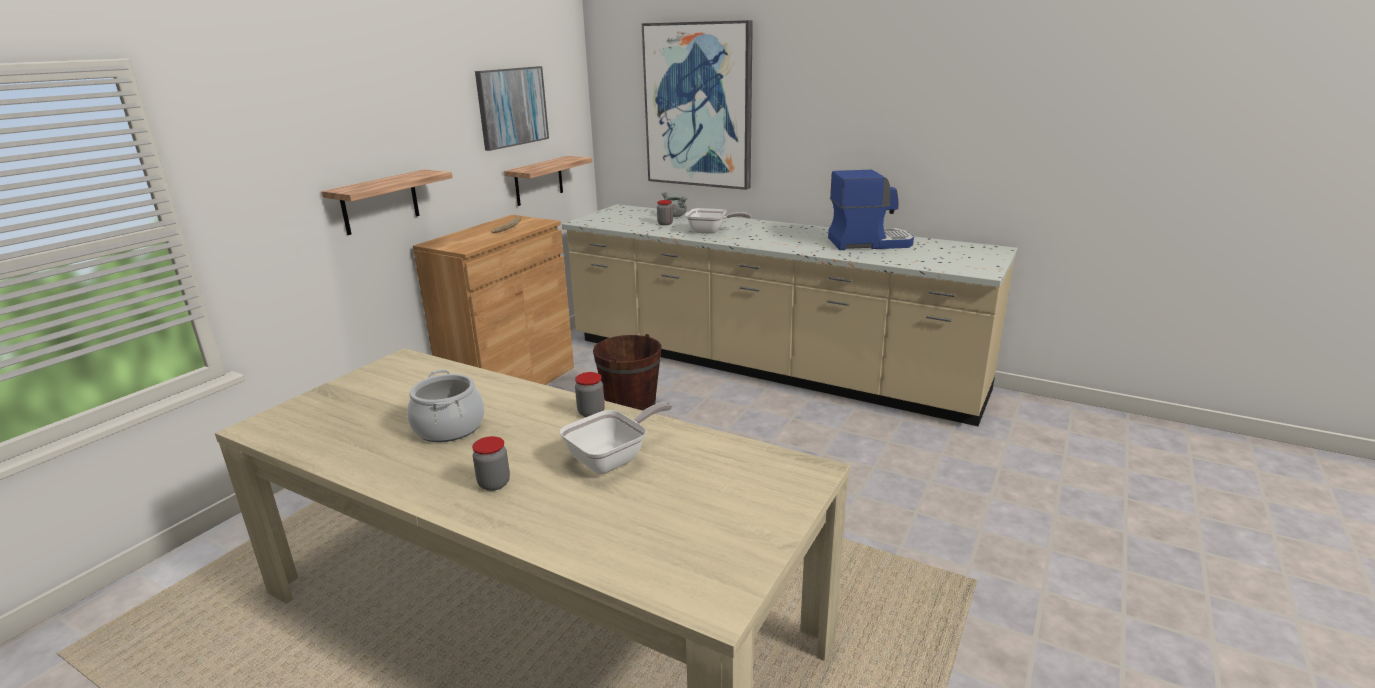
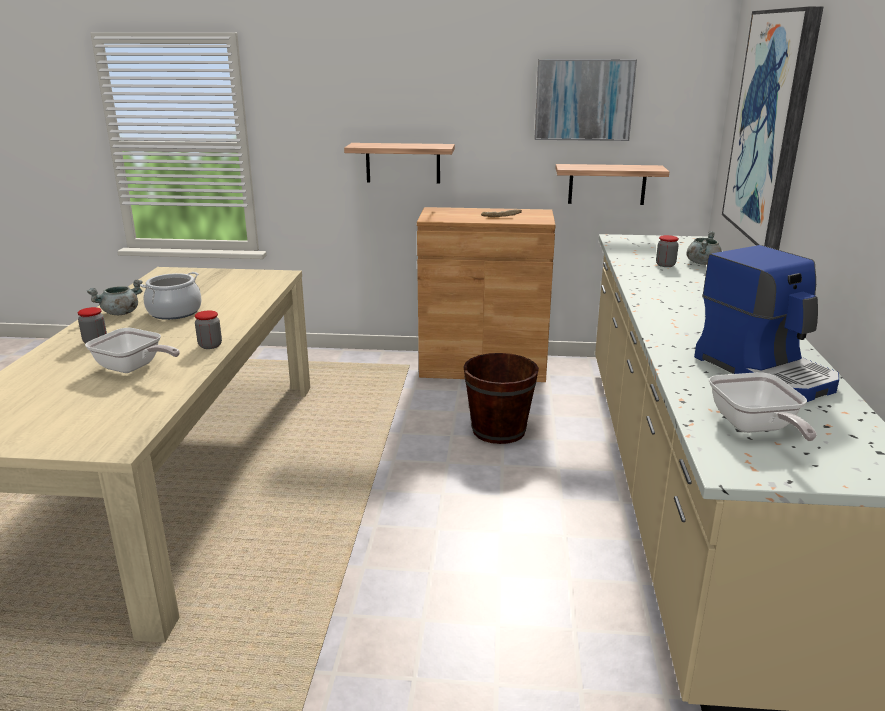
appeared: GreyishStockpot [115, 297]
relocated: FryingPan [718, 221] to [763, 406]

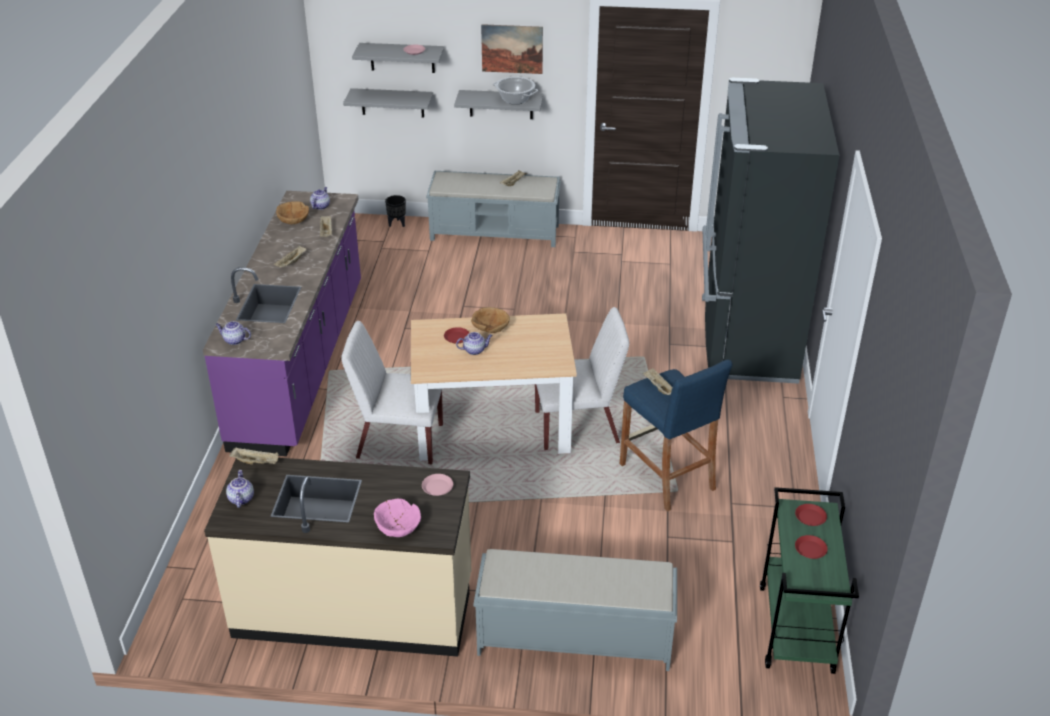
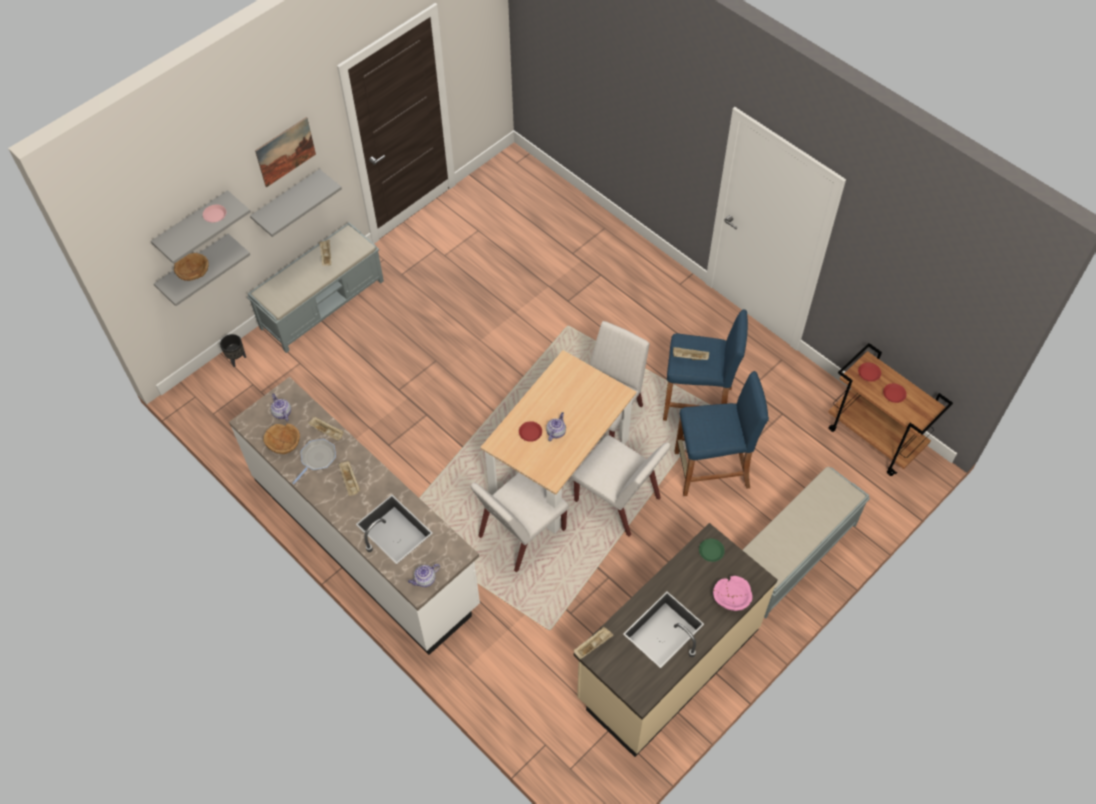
missing: Teapot [240, 489]; Stockpot [515, 91]; BlackColouredKitchenFridge [770, 231]
appeared: FryingPan [314, 461]; WhiteColouredPlainChair [621, 486]; BlueStoolSeat [721, 433]
relocated: BrownColouredBowl [490, 320] to [191, 267]
colour: PurpleKitchenCounter [282, 323] to WhiteColouredKitchenCounter [354, 516]; PinkColouredDinnerPlate [437, 485] to GreenishDinnerPlate [712, 550]; GreenishCart [809, 580] to BrownColouredCart [890, 409]

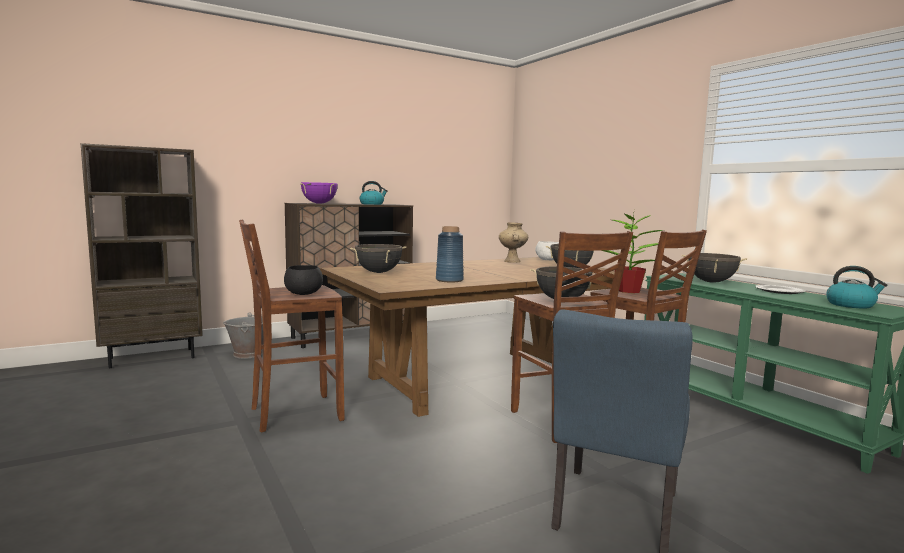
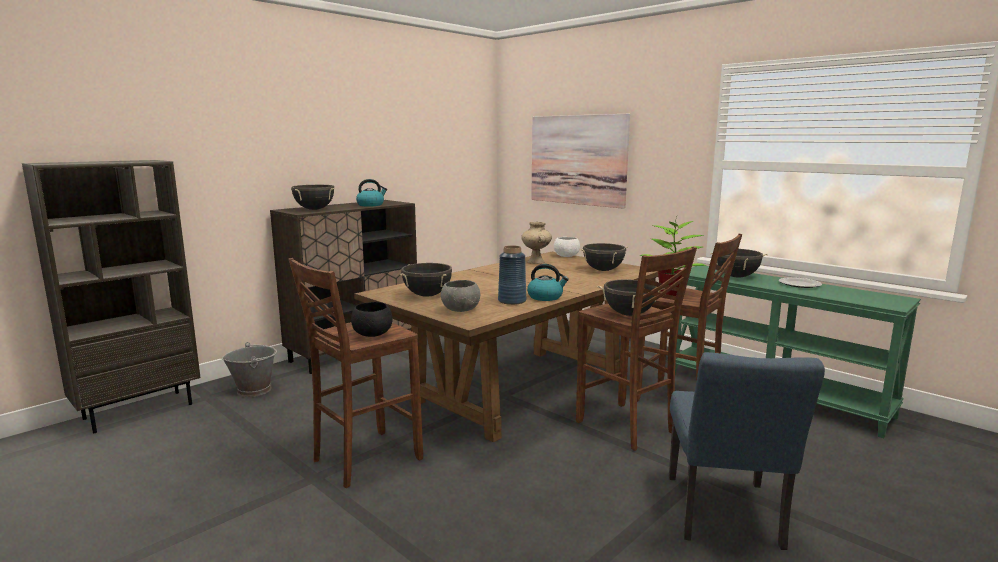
appeared: GreyishBowl [460, 296]; Picture [580, 161]
relocated: WaterKettle [856, 287] to [548, 282]
colour: PurpleStockpot [319, 193] to BlackColouredStockpot [313, 197]

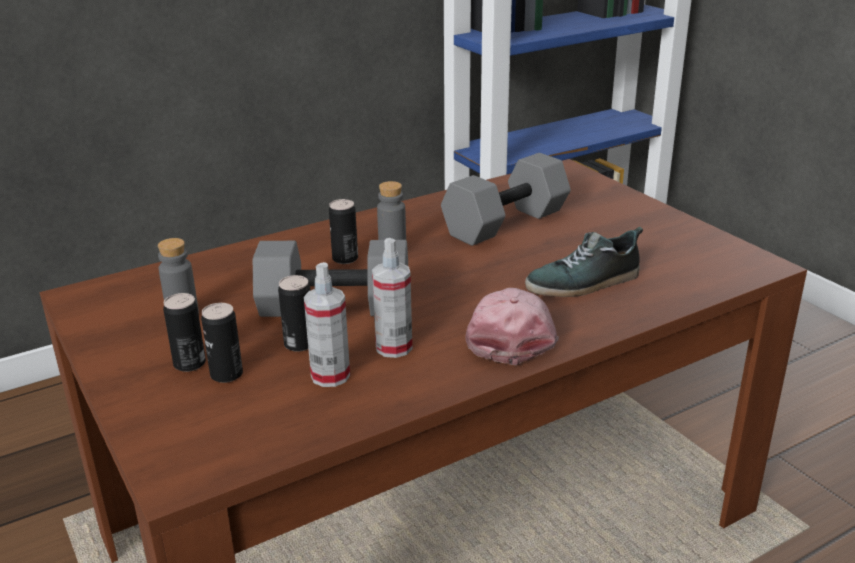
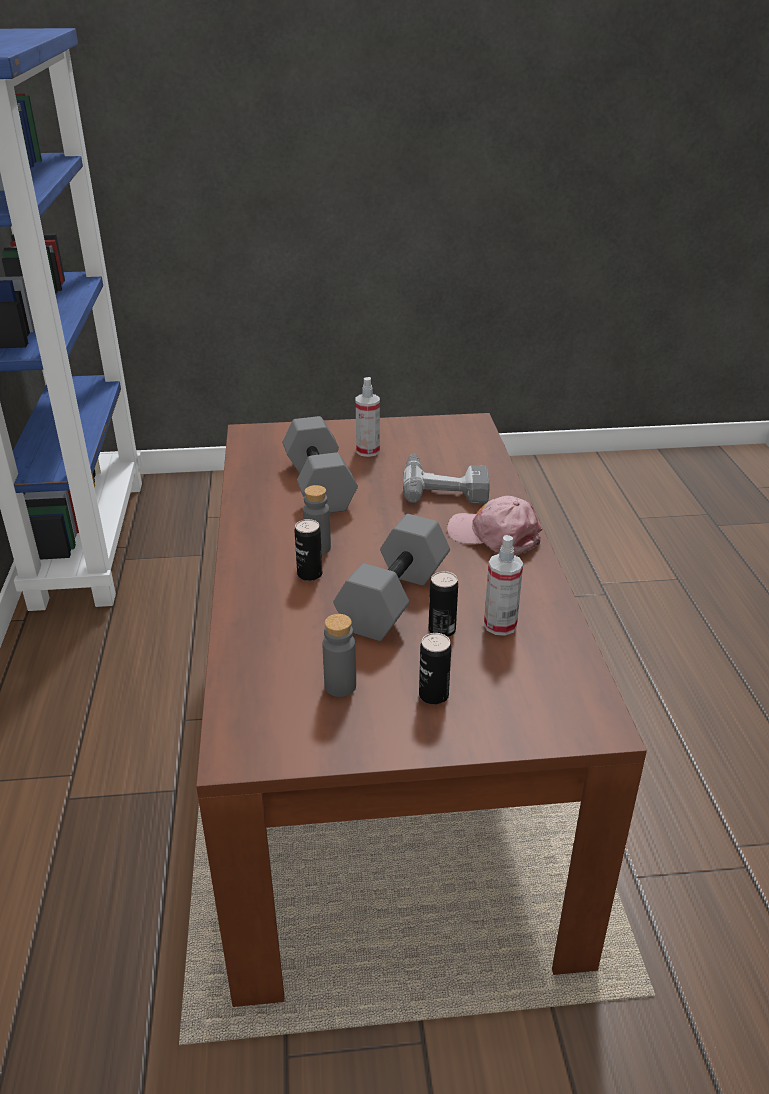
missing: SealedCan [222, 343]
relocated: HandSprayer [392, 298] to [368, 417]
exchanged: ItemOfFootwear [584, 262] to Drill [446, 478]

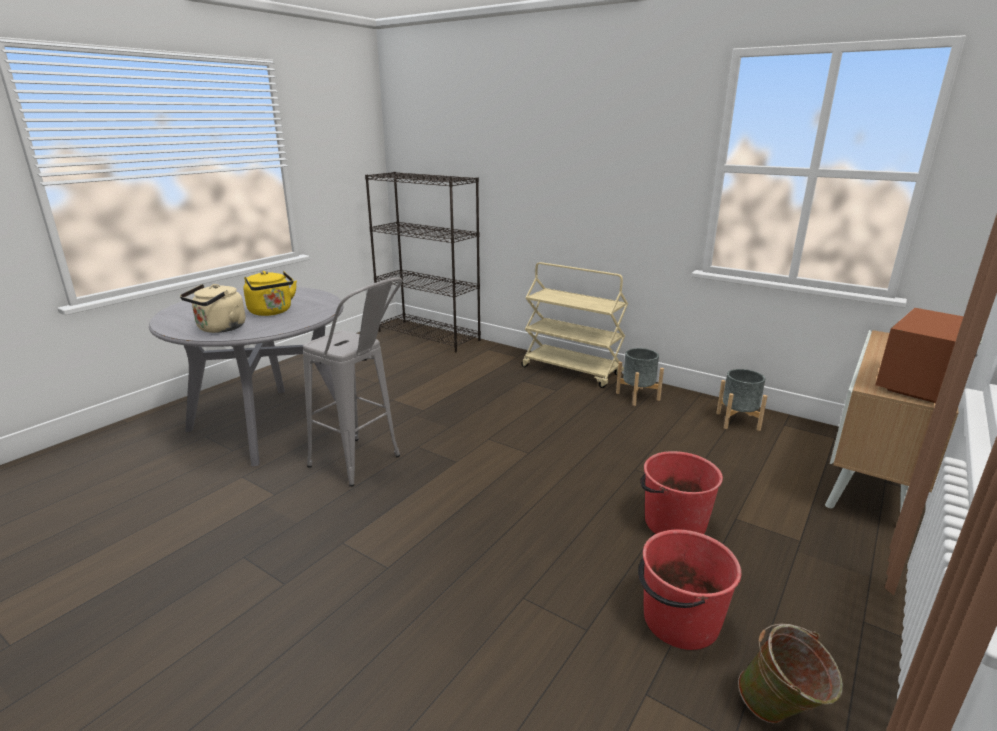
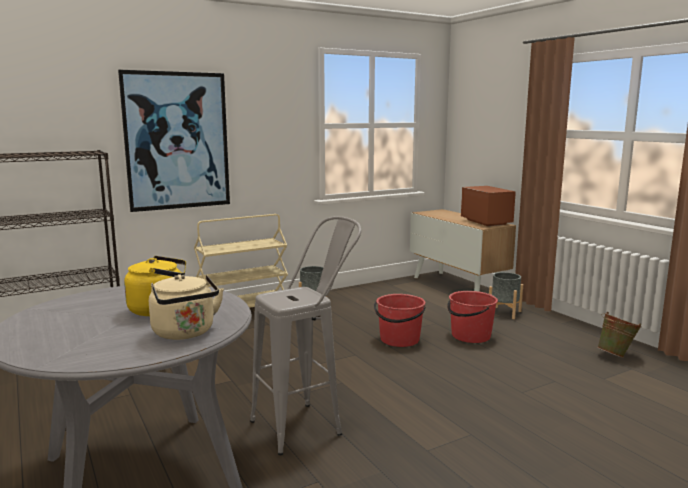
appeared: Picture [174, 141]
relocated: RedBucket [689, 590] to [400, 320]; GreyishPlanter [741, 400] to [506, 295]

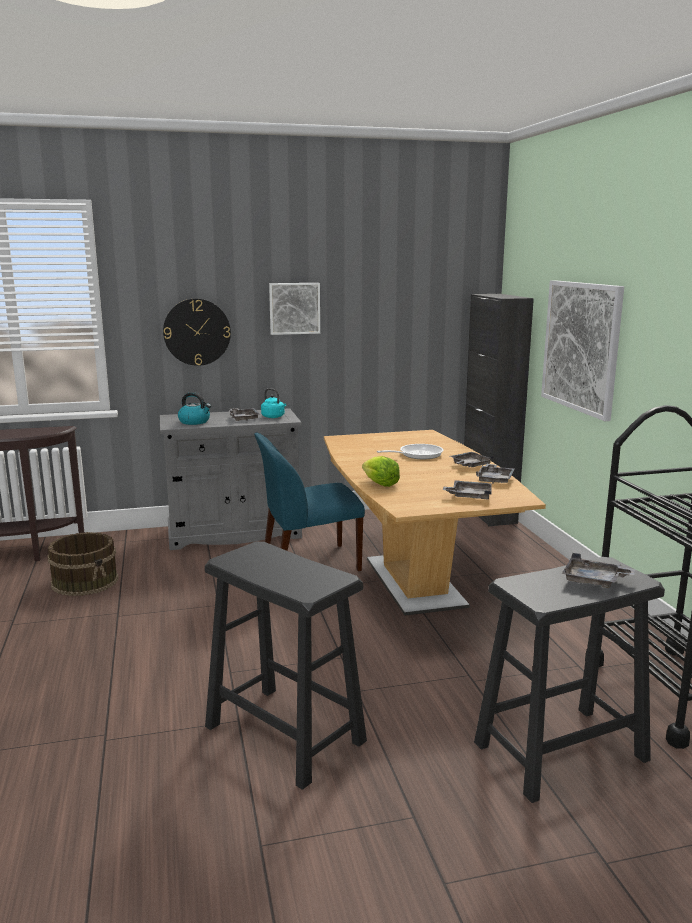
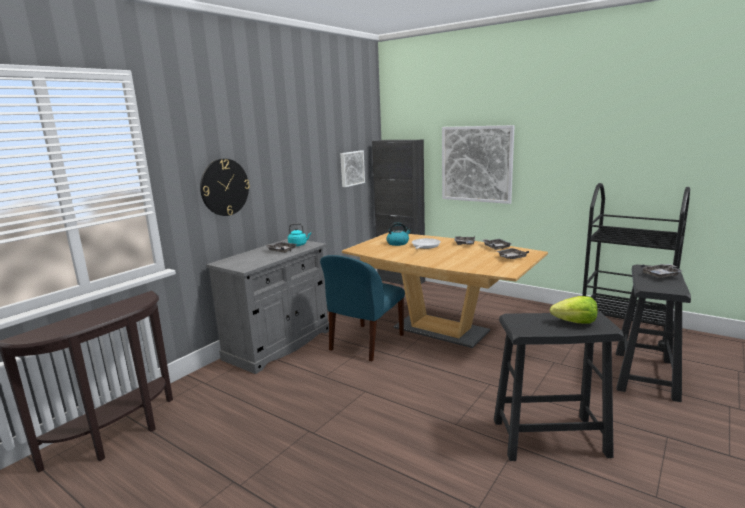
missing: BrownColouredBucket [83, 564]
relocated: Picture [294, 309] to [352, 169]; WaterKettle [194, 408] to [398, 234]; Lettuce [381, 471] to [574, 310]

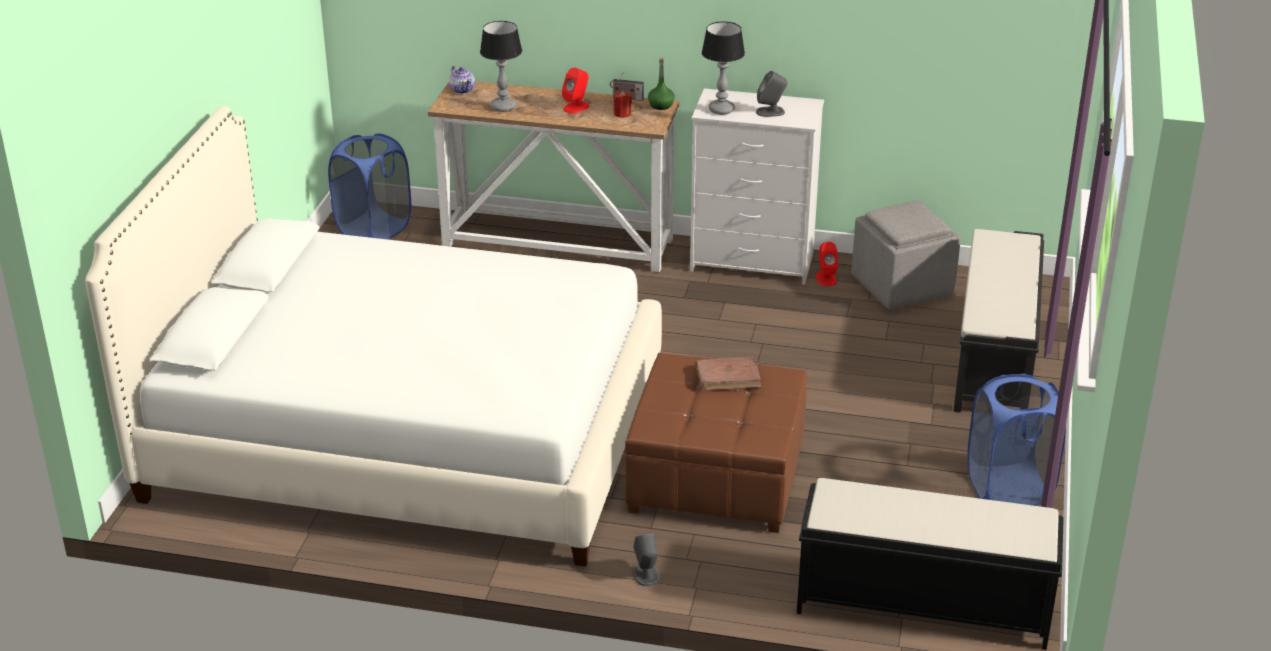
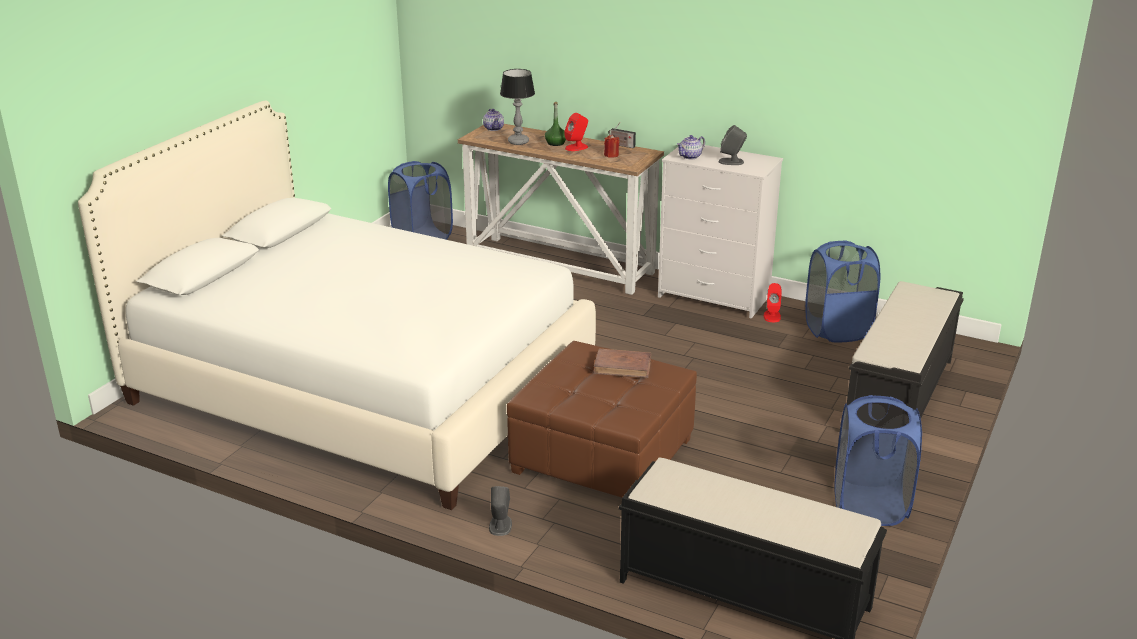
relocated: GreenishBeverageBottle [661, 84] to [555, 124]
exchanged: LampForATable [723, 68] to Teapot [691, 147]; GreyishOttoman [906, 255] to BlueLaundryBasket [842, 291]

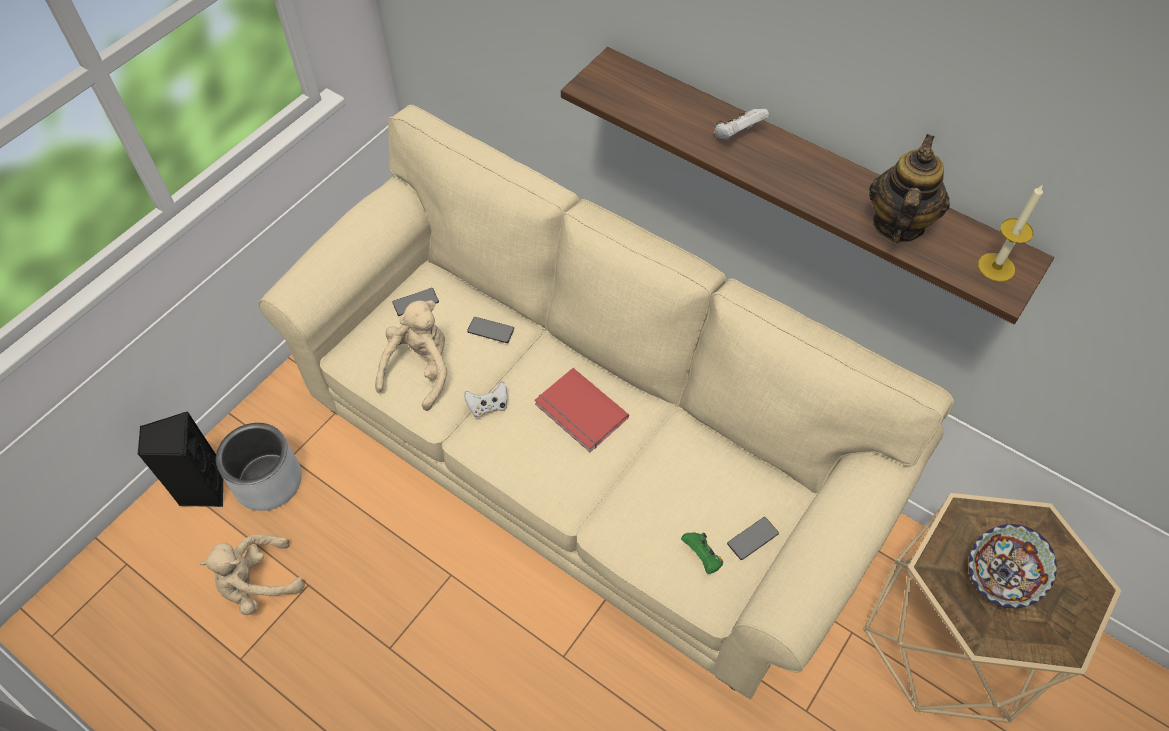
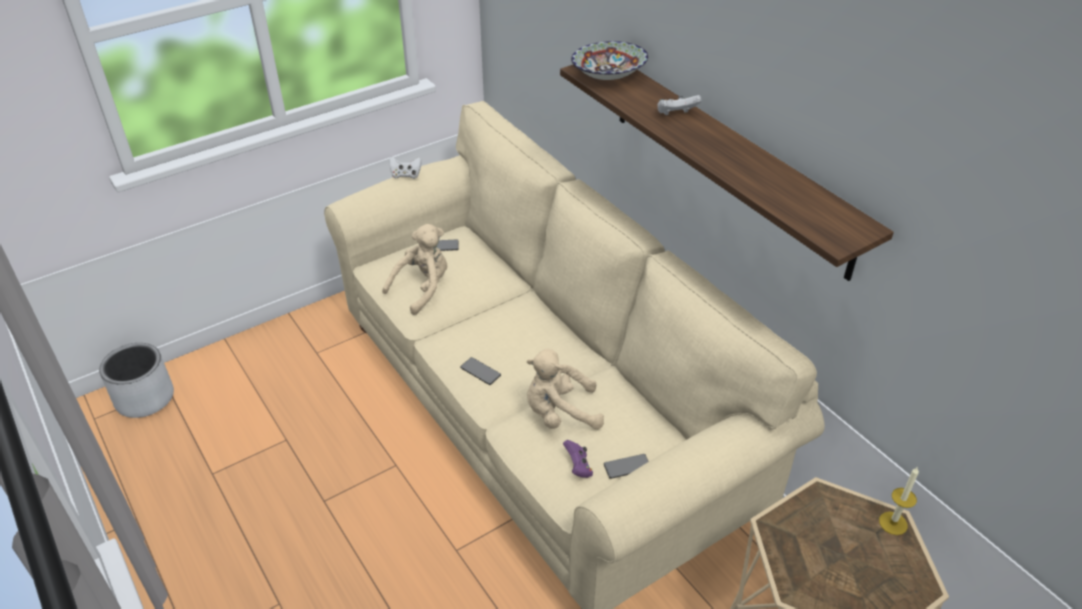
missing: BlackColouredSpeaker [180, 459]; RedBoundBook [582, 410]; Teapot [909, 188]
relocated: GreyishPlanter [259, 467] to [136, 380]; WhiteColouredJoypad [486, 399] to [405, 167]; Handset [490, 330] to [480, 371]; BeigeColouredSoftToy [252, 574] to [565, 389]; Bowl [1013, 566] to [609, 60]; Candle [1010, 233] to [899, 501]
colour: GreenishJoypad [702, 553] to PurpleJoypad [578, 459]

